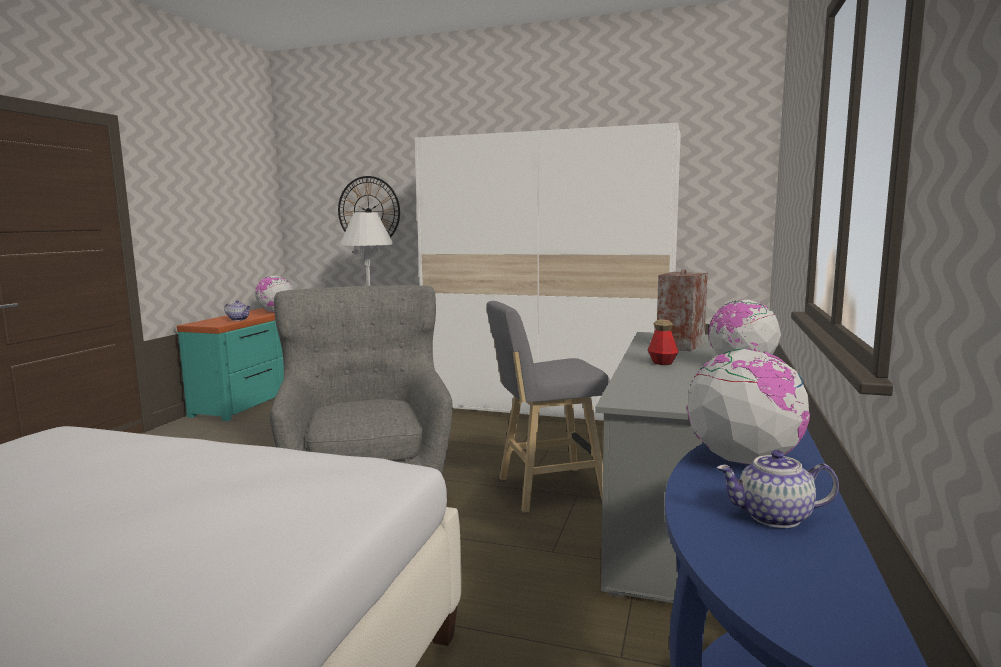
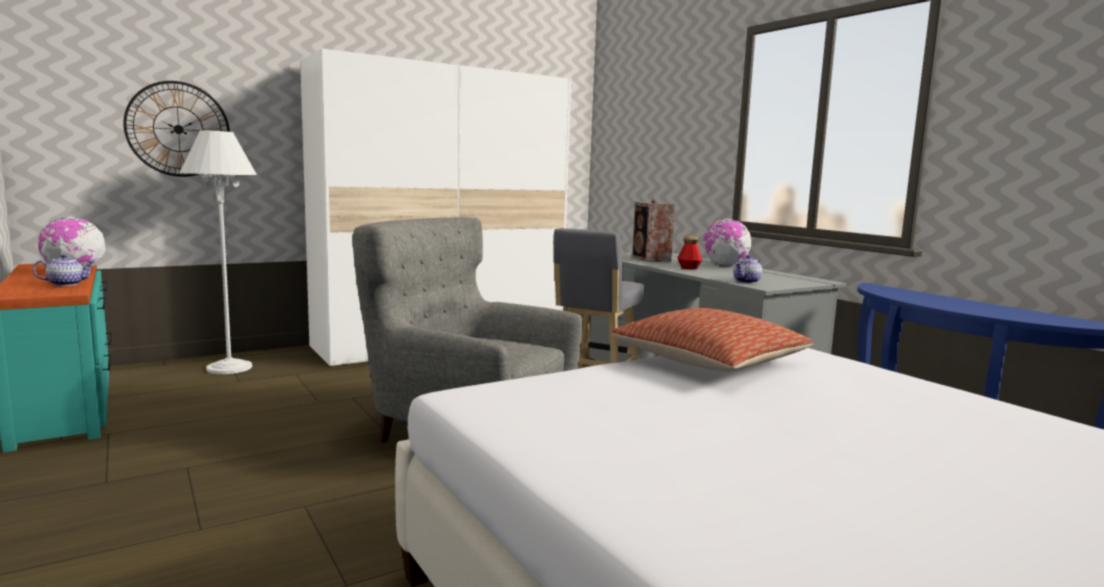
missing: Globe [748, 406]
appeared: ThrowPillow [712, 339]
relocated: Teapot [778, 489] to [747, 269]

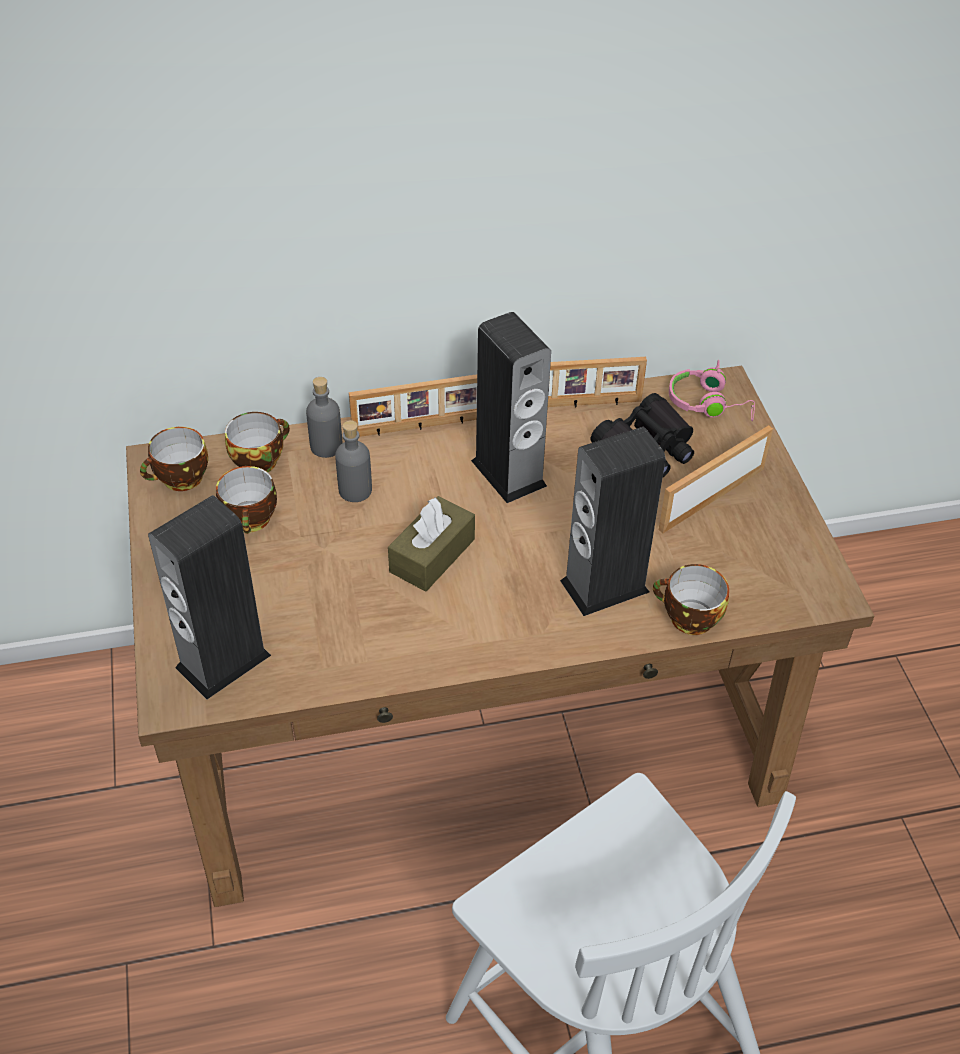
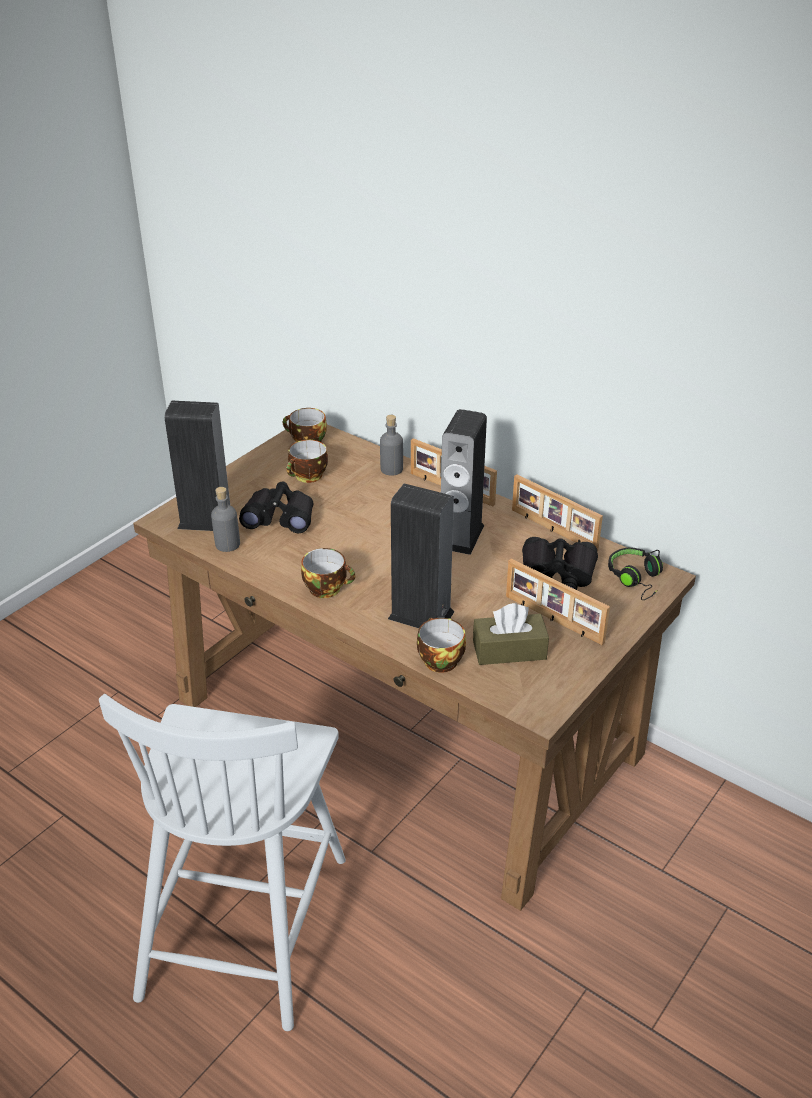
appeared: BlackColouredFieldGlasses [276, 507]
relocated: GreyishBeverageBottle [353, 461] to [225, 519]; Cup [257, 442] to [328, 573]; BrownColouredTissueBox [431, 543] to [511, 634]
colour: PinkColouredPairOfHeadphones [712, 390] to BlackColouredPairOfHeadphones [635, 573]
spun: StandingFrame [716, 479] = [558, 601] 150 degrees counterclockwise

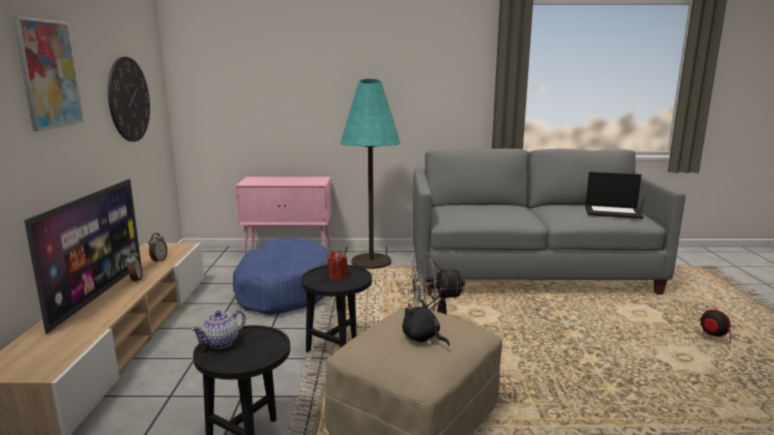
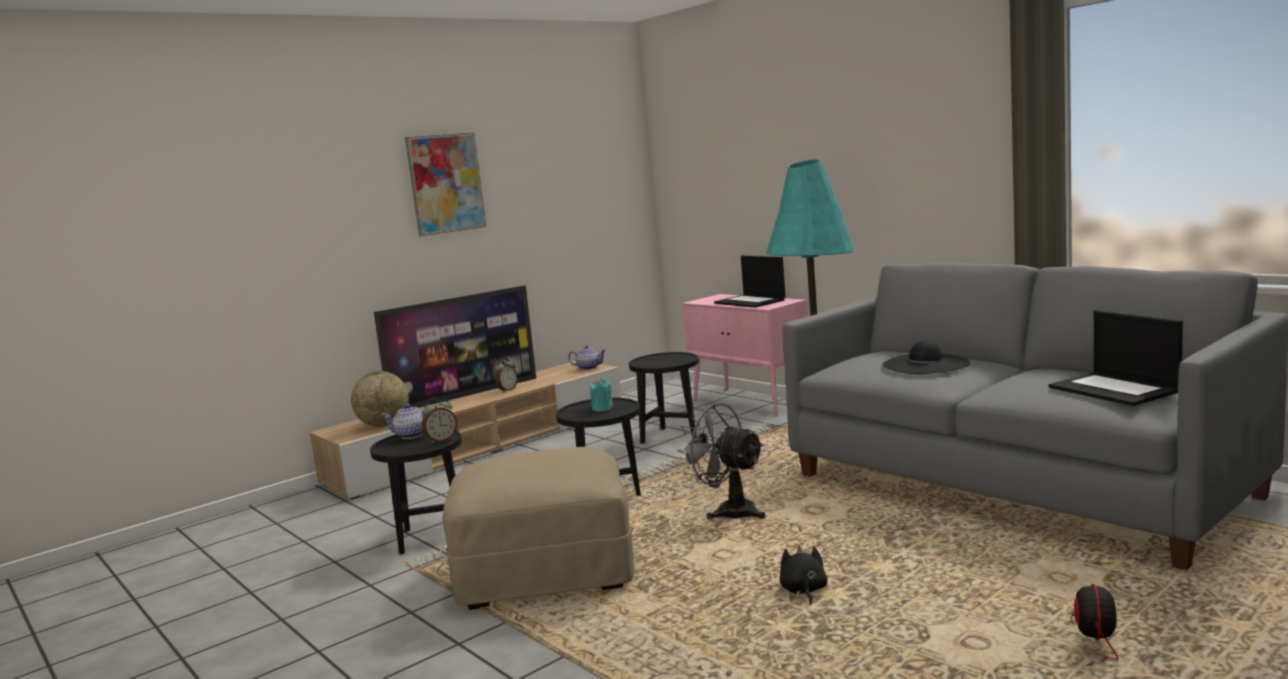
missing: ClockOnTheWall [129, 99]
appeared: Globe [380, 399]; Teapot [587, 357]; Laptop [750, 282]; BlackColouredWearableHat [926, 357]
relocated: TableClock [157, 248] to [439, 420]; BlackColouredSoftToy [426, 323] to [803, 575]
exchanged: BluePetBed [281, 276] to BlackColouredEndTable [664, 398]
colour: RedCandle [338, 265] to TurquoiseCandle [601, 395]

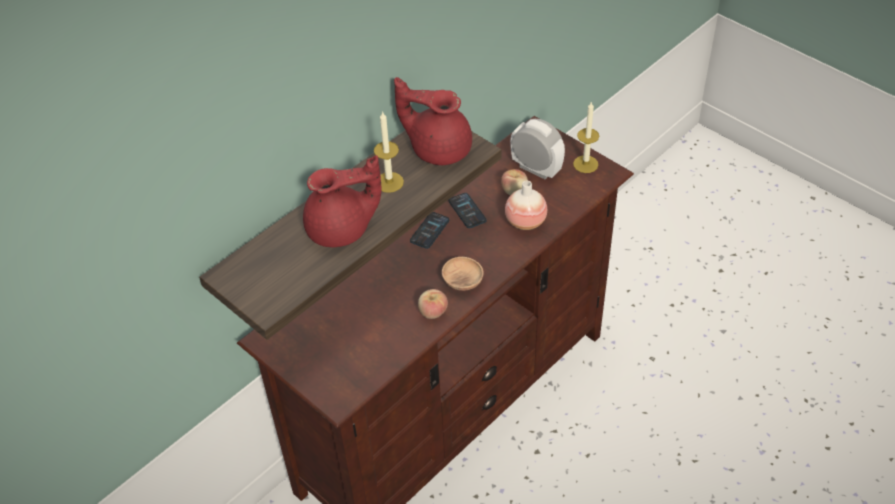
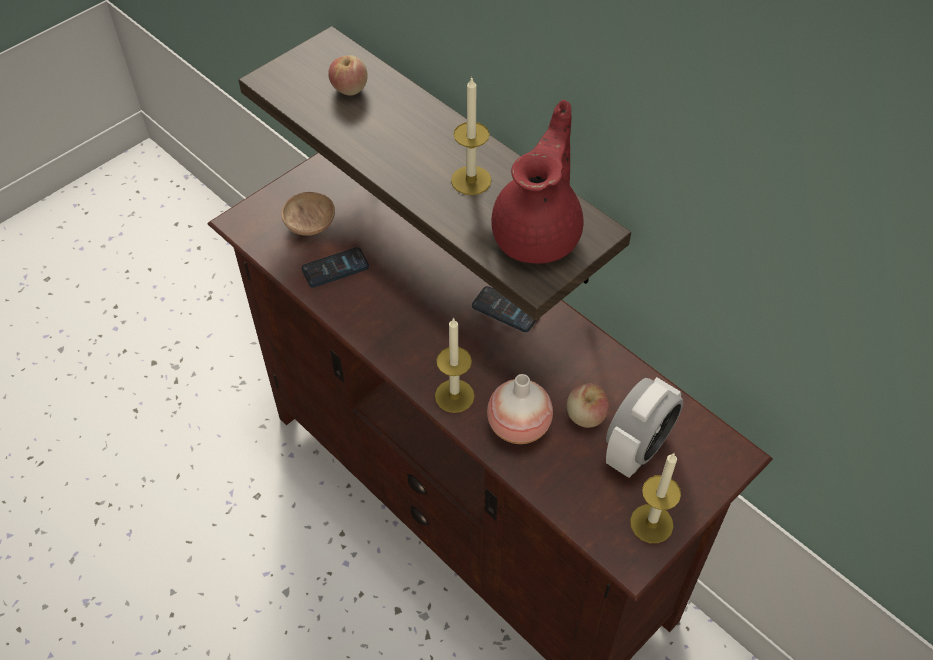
missing: RedTeapot [342, 201]
appeared: Candle [455, 365]
relocated: BrownColouredBowl [463, 274] to [308, 214]; Handset [467, 210] to [335, 267]; WholeApple [433, 304] to [348, 75]

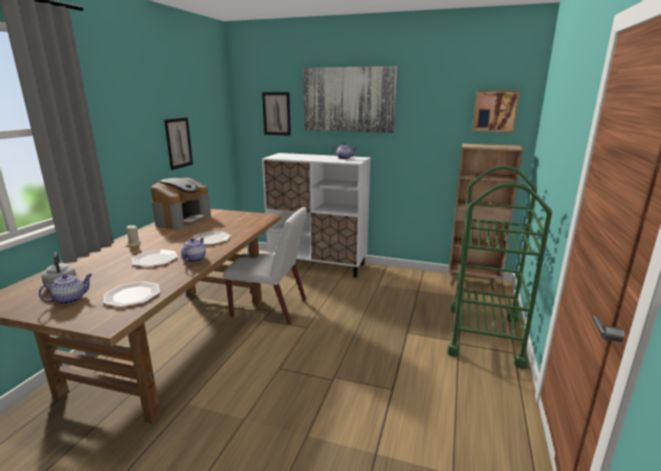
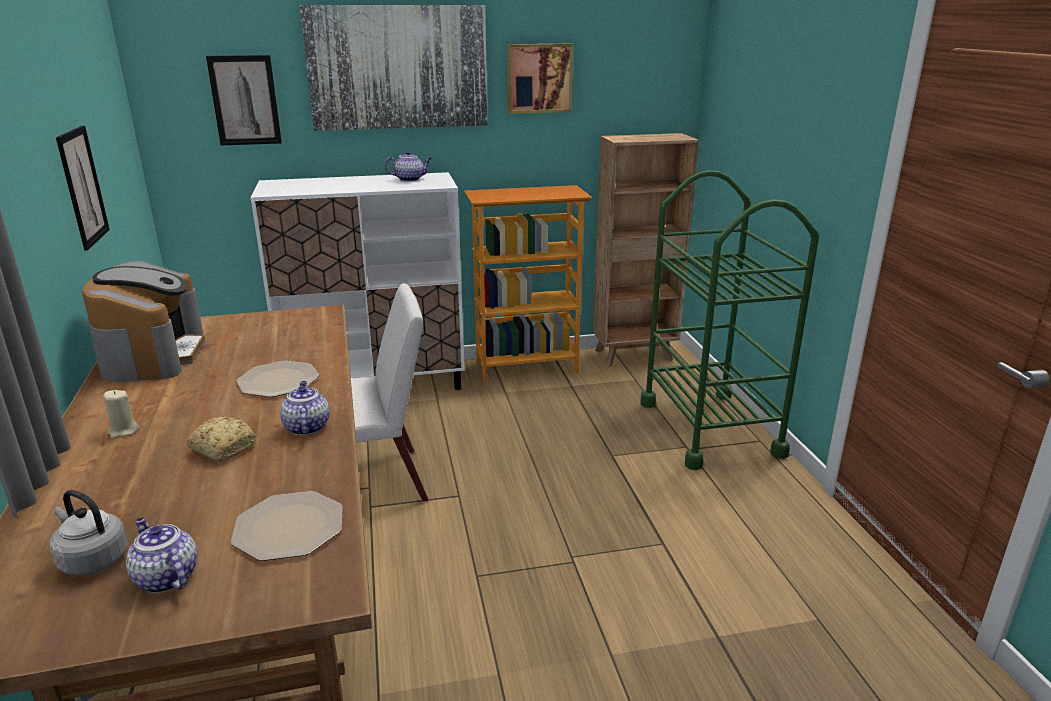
appeared: Bookcase [528, 283]
relocated: Picture [496, 111] to [540, 79]
exchanged: DinnerPlate [155, 258] to Bread [221, 439]
spun: Teapot [65, 289] = [161, 555] 60 degrees counterclockwise

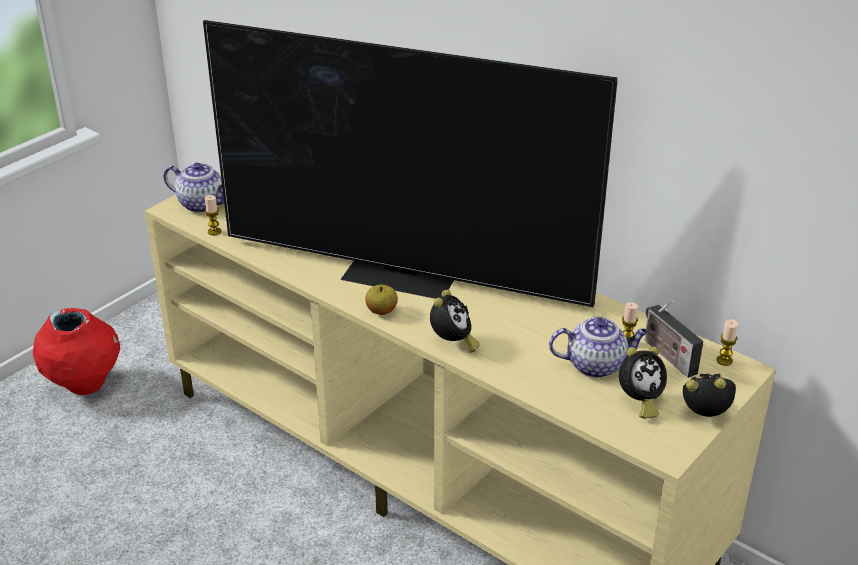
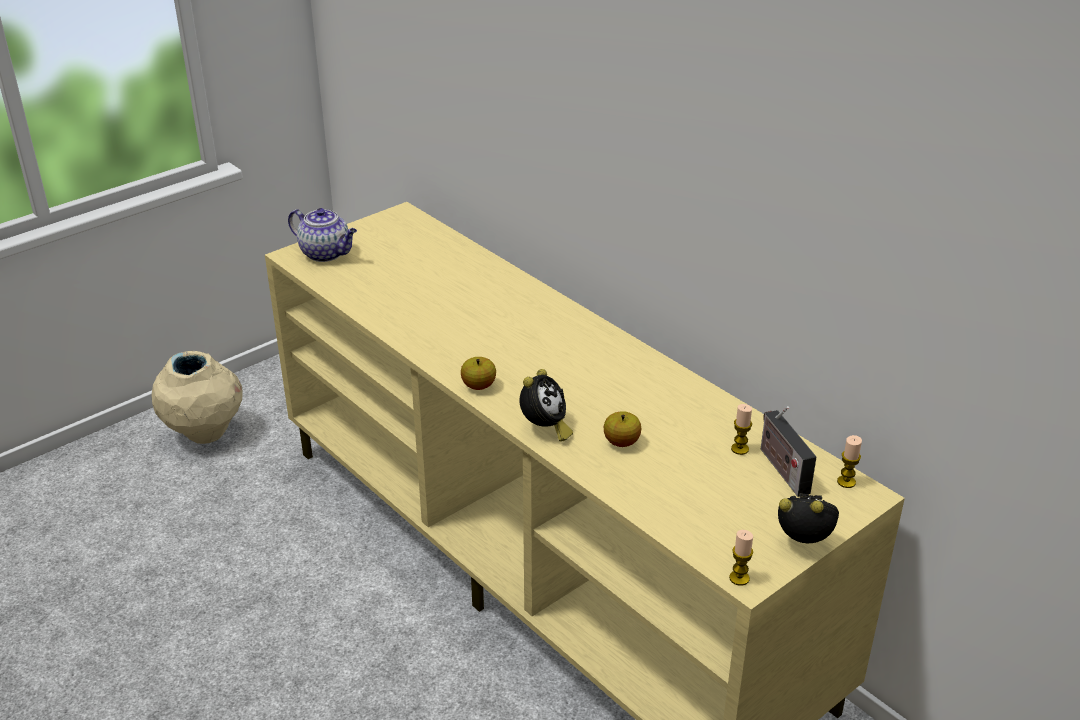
missing: Tv [410, 163]; Teapot [599, 347]; TableClock [643, 382]
appeared: WholeApple [622, 429]
relocated: Candle [213, 215] to [741, 558]
colour: RedFlowerVase [76, 351] to BeigeColouredFlowerVase [197, 397]

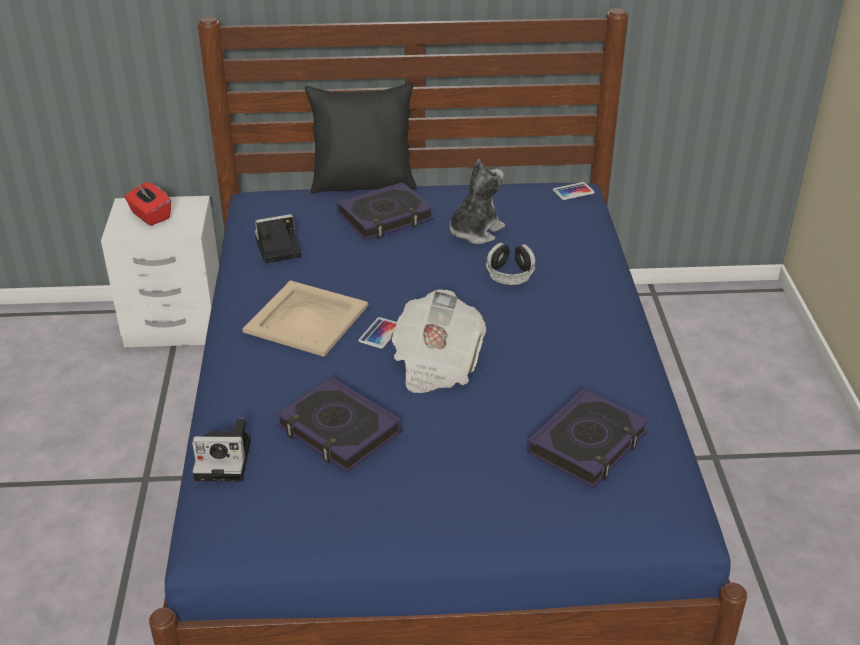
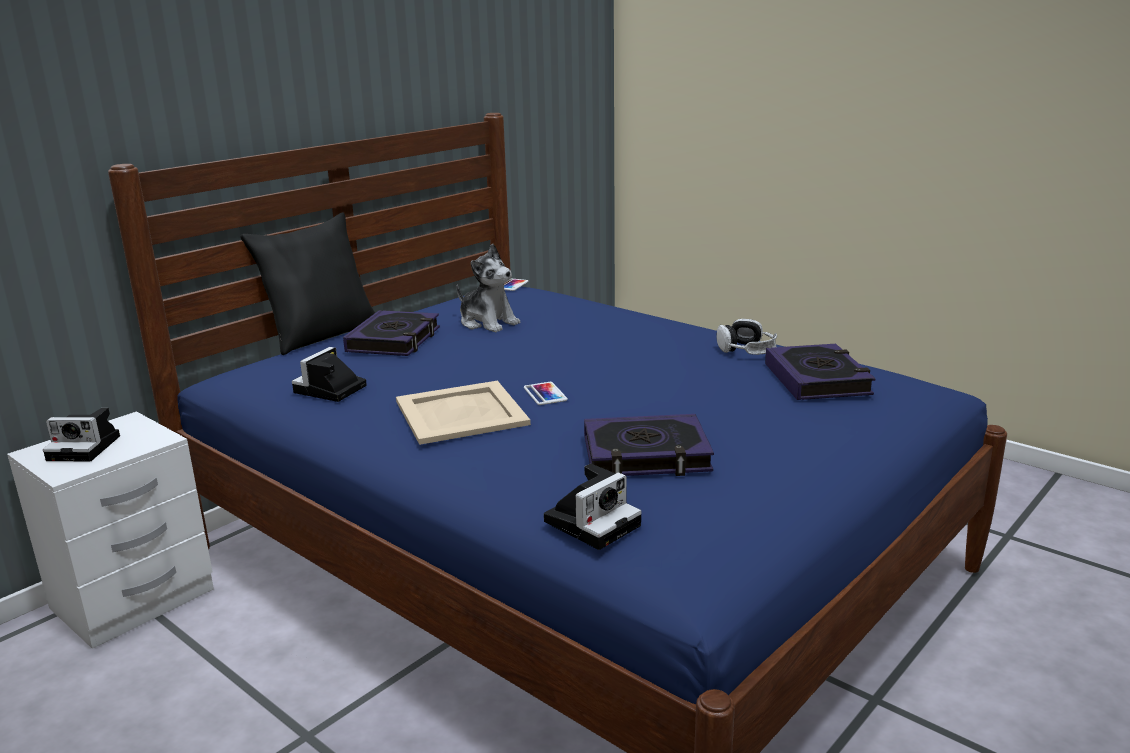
missing: PrintedPaper [438, 341]
relocated: PairOfHeadphones [511, 264] to [747, 337]
exchanged: RedTissueBox [147, 204] to StillCamera [81, 434]
spun: SoftToy [477, 201] = [488, 288] 135 degrees clockwise

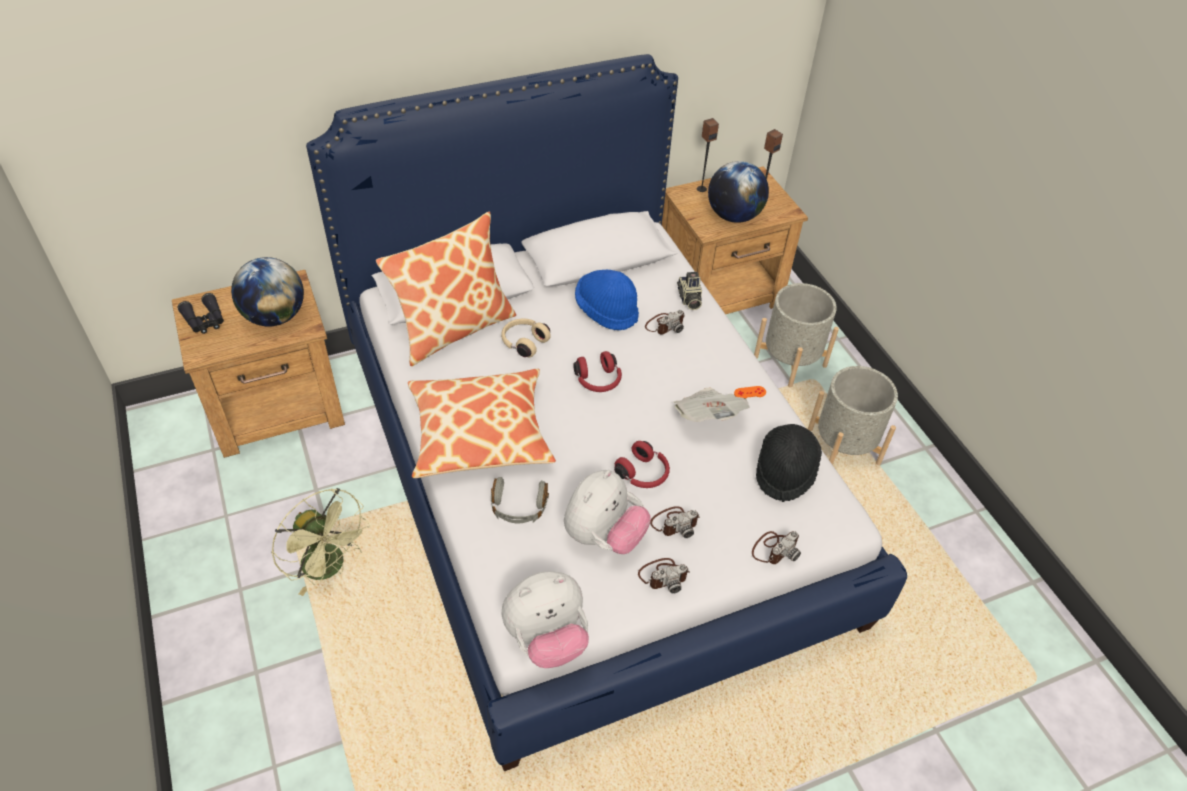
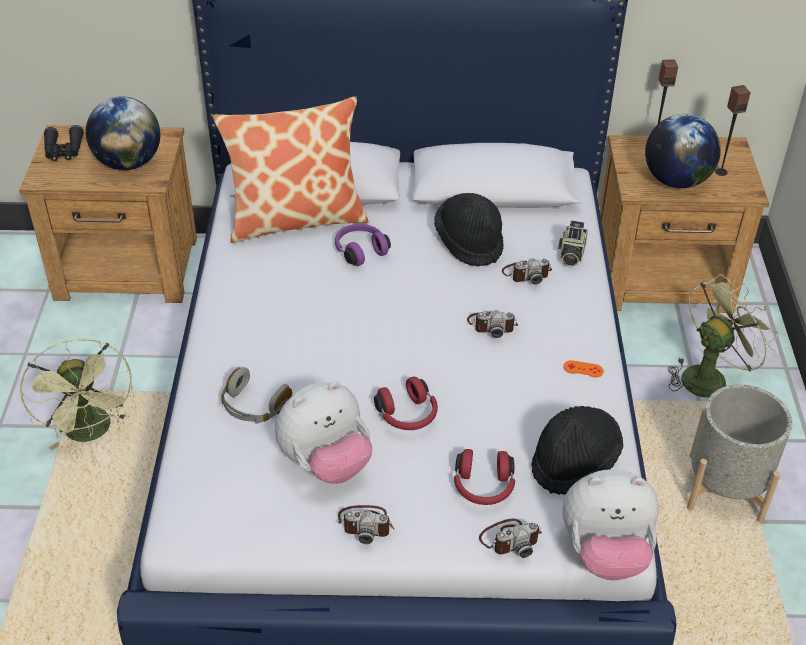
missing: ThrowPillow [482, 423]; PrintedPaper [712, 405]
relocated: RedPairOfHeadphones [597, 371] to [484, 477]; StillCamera [675, 522] to [492, 324]; SoftToy [545, 619] to [610, 524]
exchanged: GreyishPlanter [796, 335] to GreenishCoolingFan [723, 335]
colour: BeigeColouredPairOfHeadphones [526, 338] to PurplePairOfHeadphones [363, 245]; BlueWearableHat [607, 300] to BlackColouredWearableHat [468, 229]

